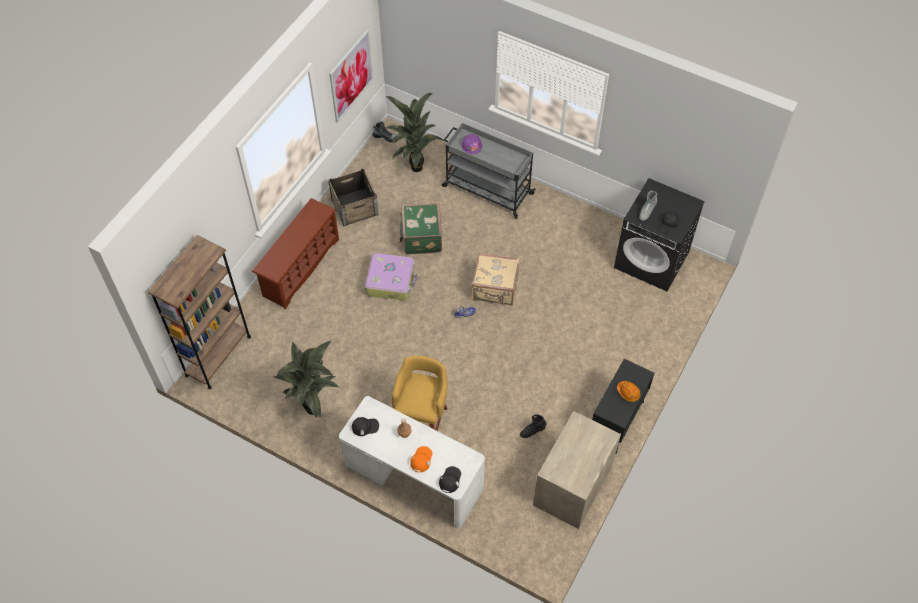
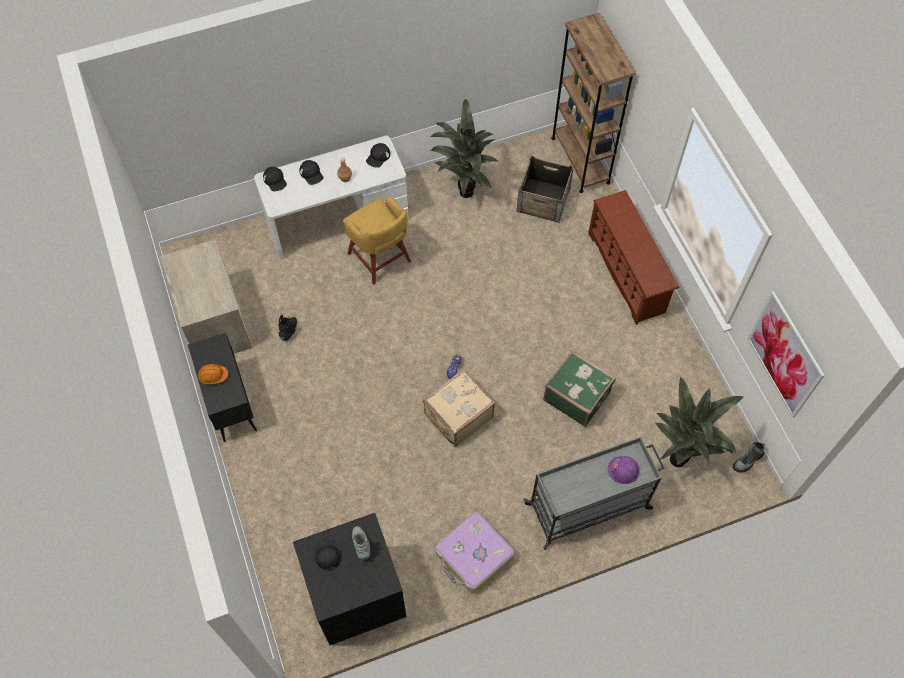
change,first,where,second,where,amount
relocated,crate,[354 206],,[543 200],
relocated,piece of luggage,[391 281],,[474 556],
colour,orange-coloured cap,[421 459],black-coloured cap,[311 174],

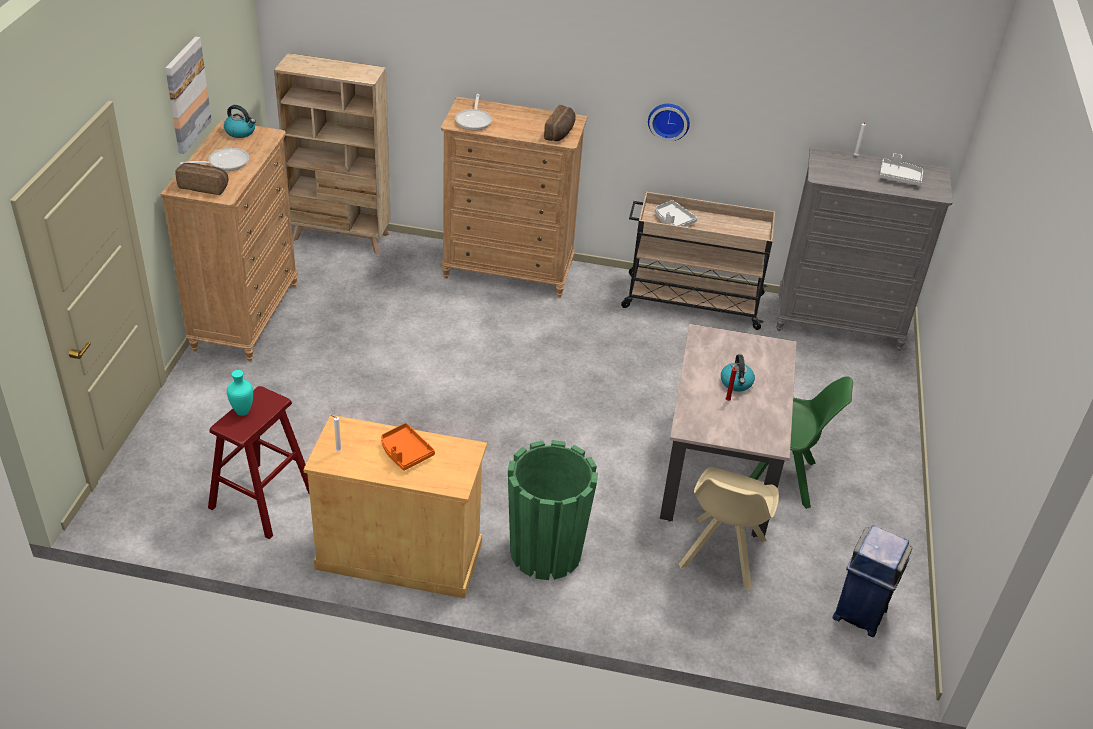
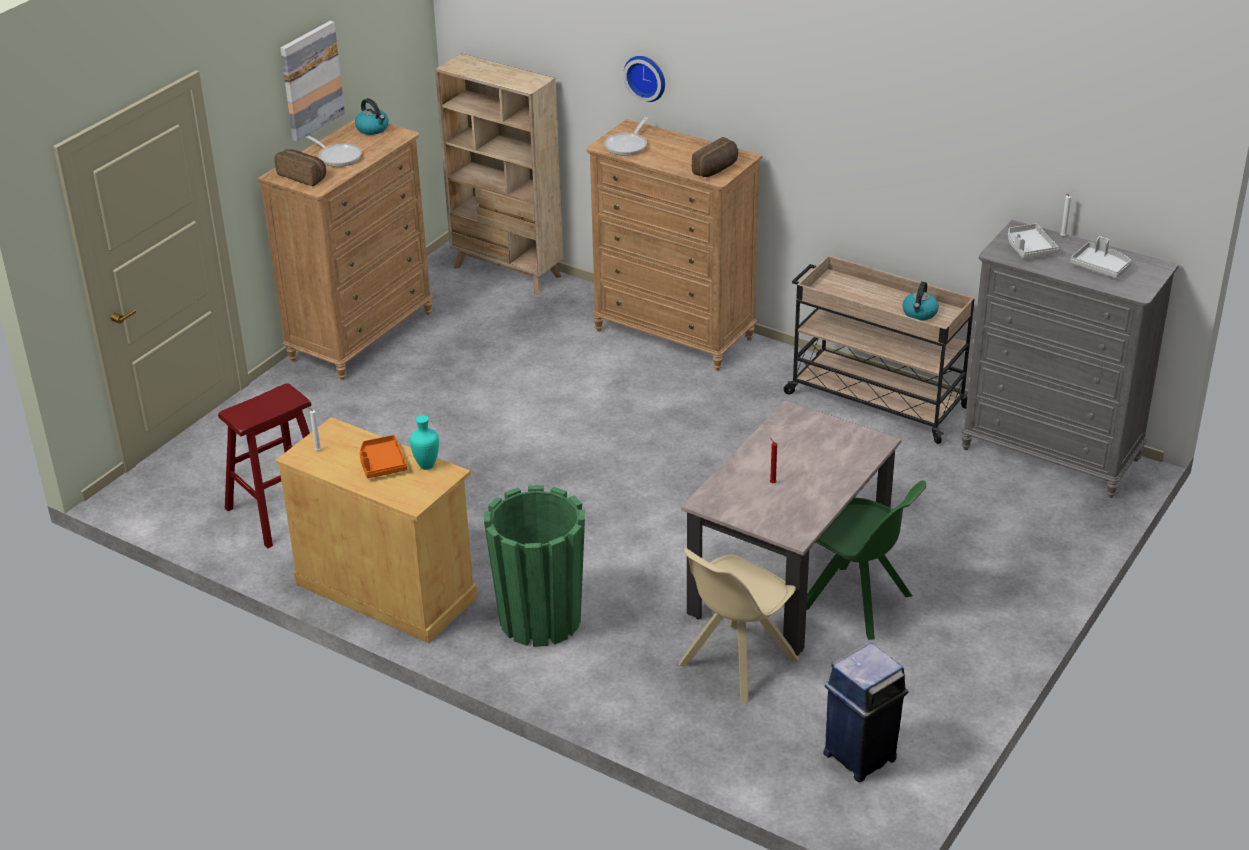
change,first,where,second,where,amount
relocated,turquoise-coloured decorative vase,[243 412],,[426 466],
relocated,hanging clock,[669 120],,[646 77],
relocated,greyish carrying tray,[673 220],,[1029 248],
relocated,tea kettle,[736 383],,[919 313],
spun,pan,[224 163],,[337 156],45 degrees clockwise

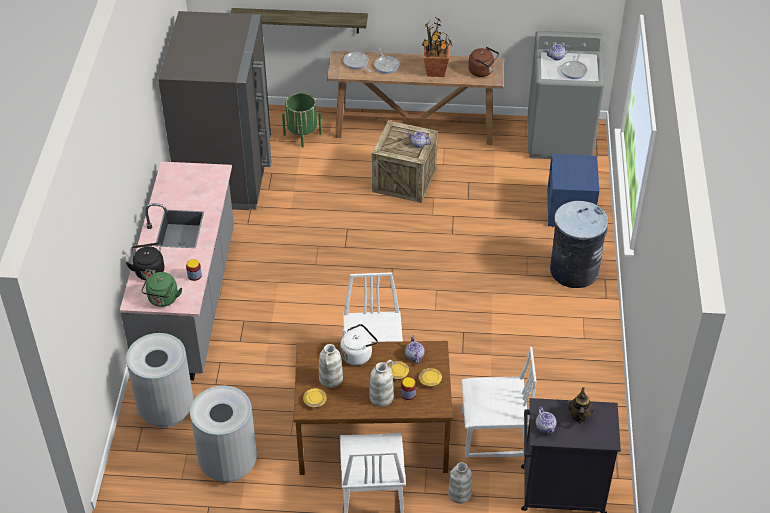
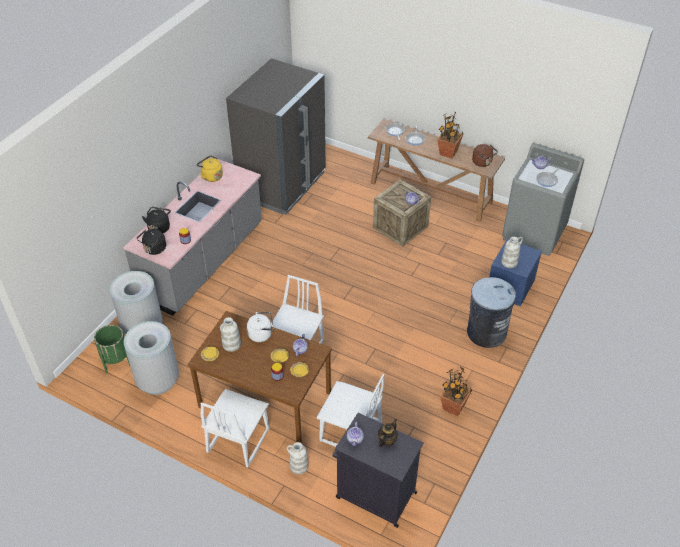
change,first,where,second,where,amount
missing,bracket shelf,[300 20],,,
appeared,,,yellow tea kettle,[211 176],
appeared,,,potted plant,[453 407],
relocated,green-coloured plant pot,[302 134],,[116 360],
relocated,white-coloured decorative vase,[381 396],,[509 262],
colour,green-coloured tea kettle,[163 300],black-coloured tea kettle,[154 250],

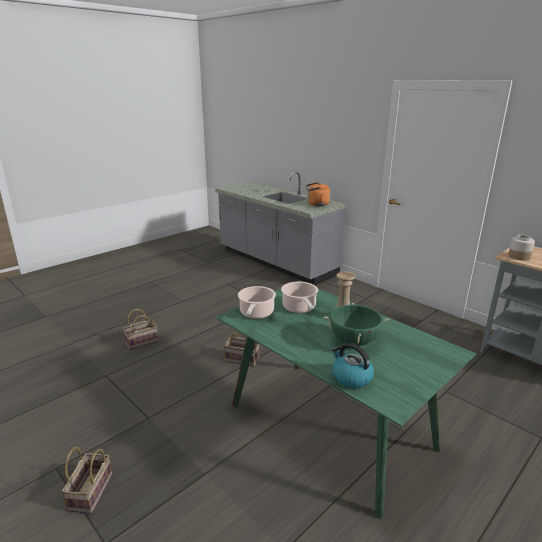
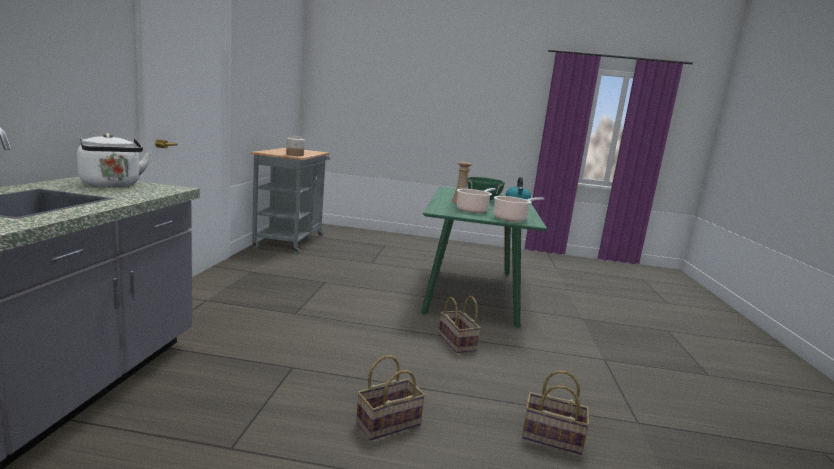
change,first,where,second,where,amount
relocated,household basket,[91 493],,[389 422],
colour,orange-coloured tea kettle,[316 204],white-coloured tea kettle,[112 185],

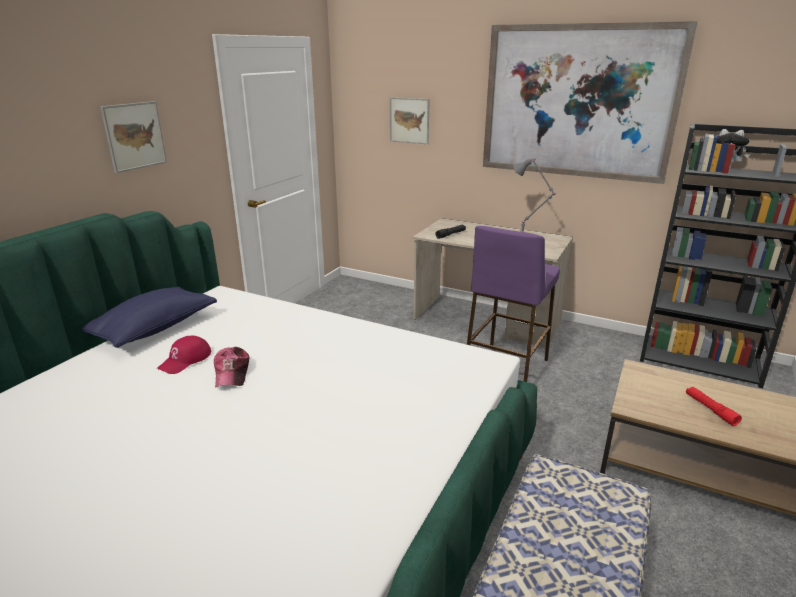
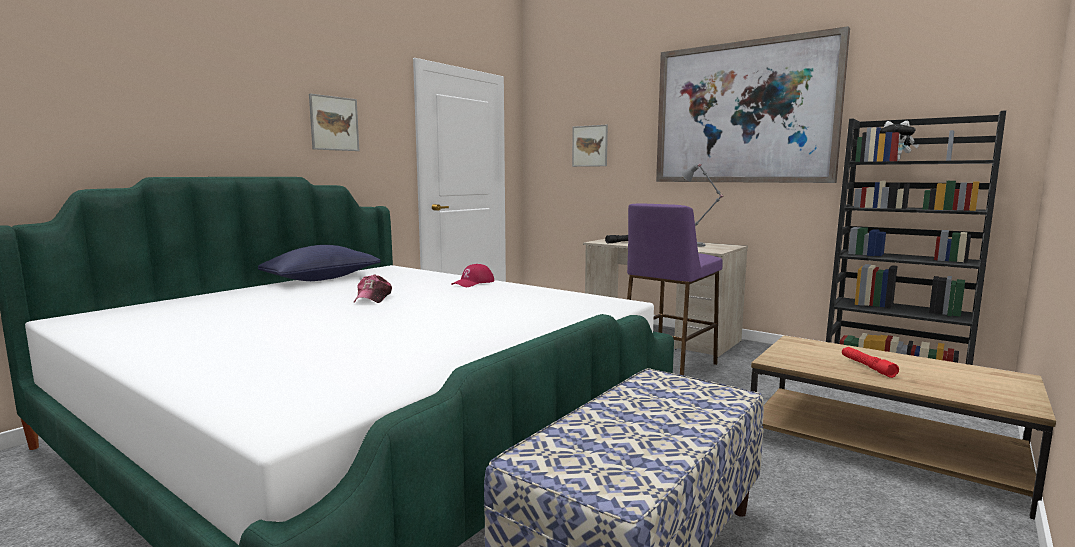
change,first,where,second,where,amount
relocated,red cap,[185 360],,[473 283],

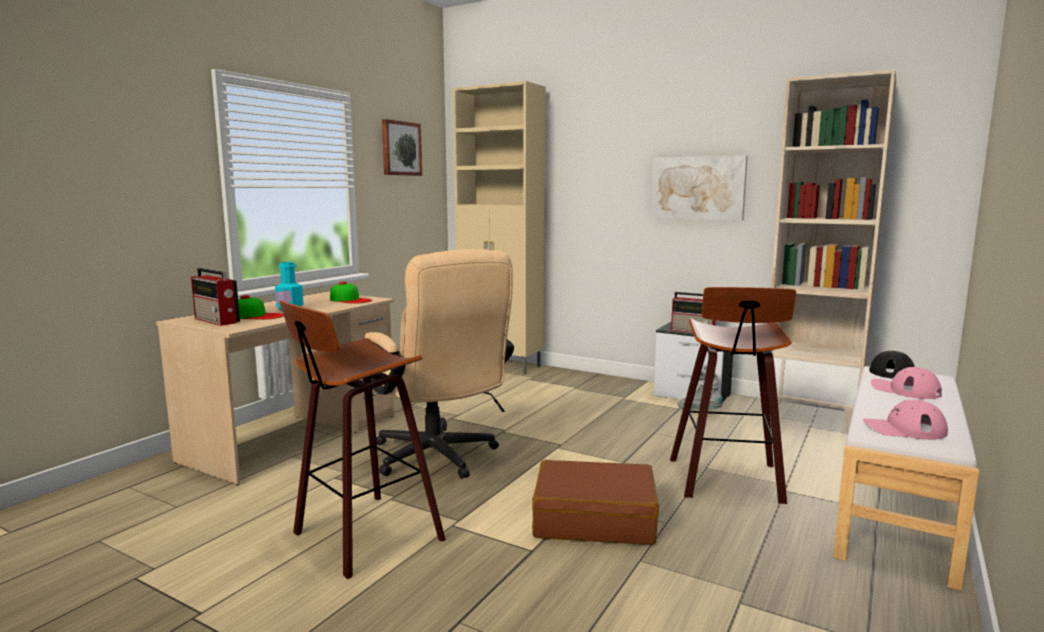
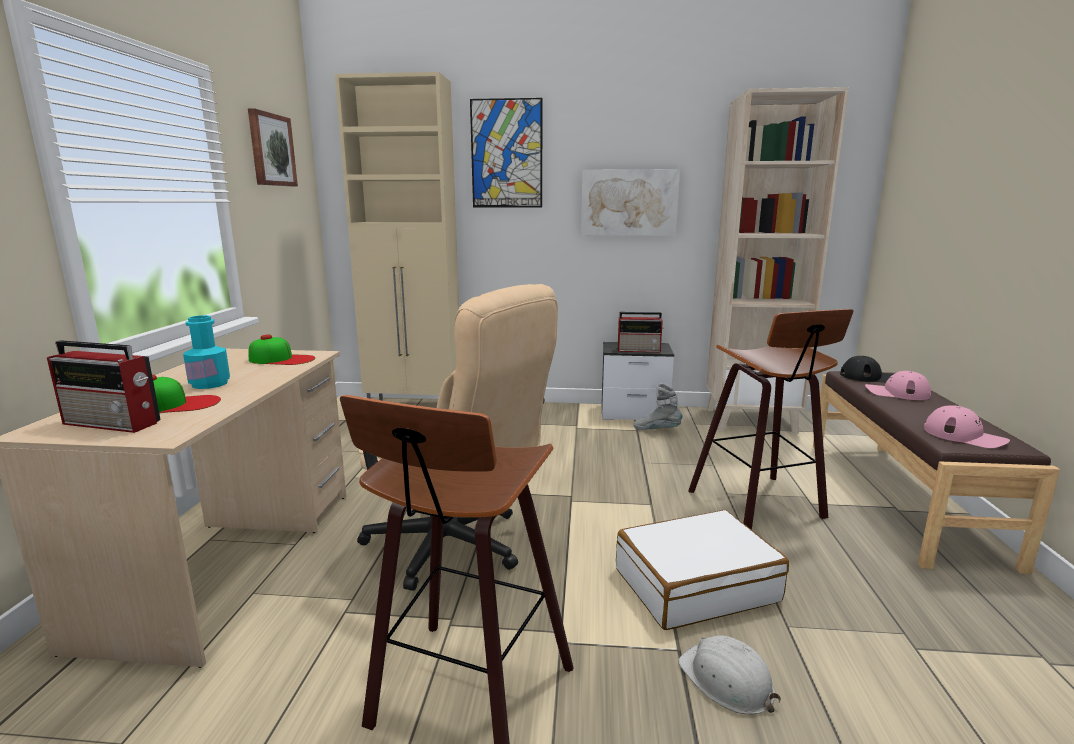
change,first,where,second,where,amount
appeared,,,wall art,[506 154],
appeared,,,white-coloured safety helmet,[726 681],
colour,brown-coloured piece of luggage,[594 519],white-coloured piece of luggage,[695 584],
colour,white-coloured indoor bench,[898 505],brown-coloured indoor bench,[901 497],
spun,pink-coloured cap,[904 429],,[964 436],120 degrees counterclockwise

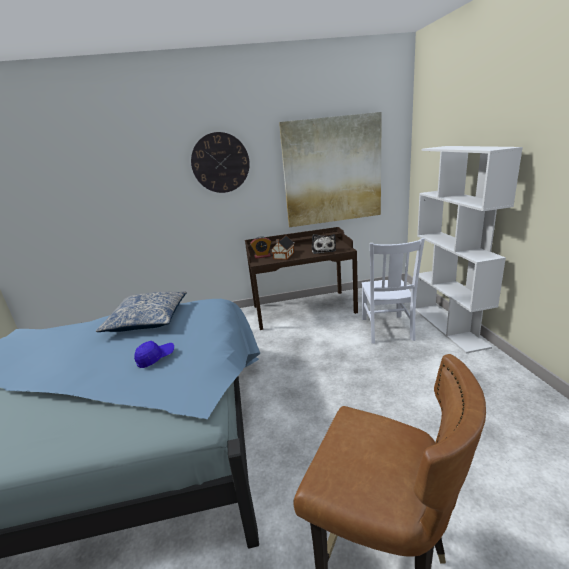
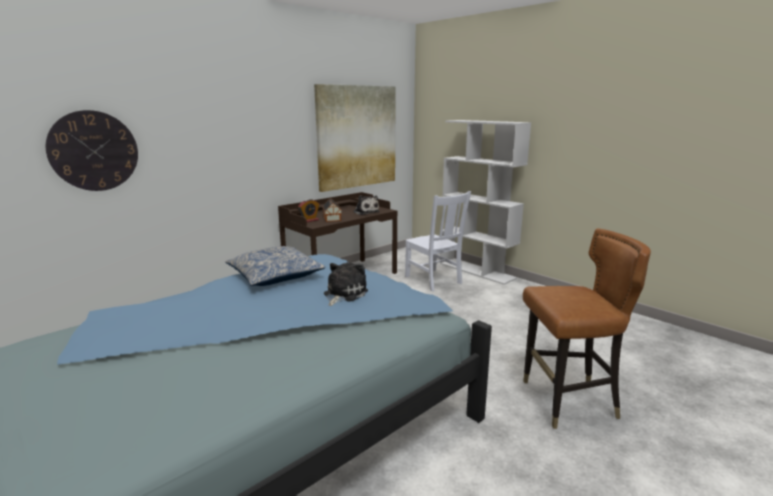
change,first,where,second,where,amount
relocated,hanging clock,[220 163],,[94 151],
exchanged,bluish cap,[156 358],soft toy,[343 294],

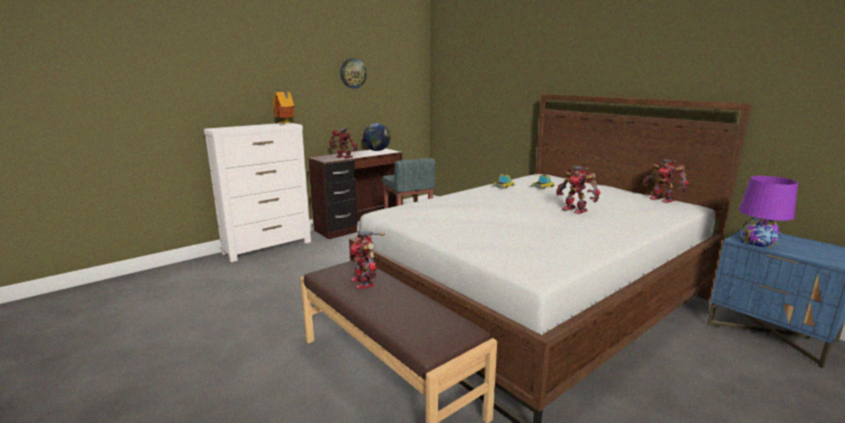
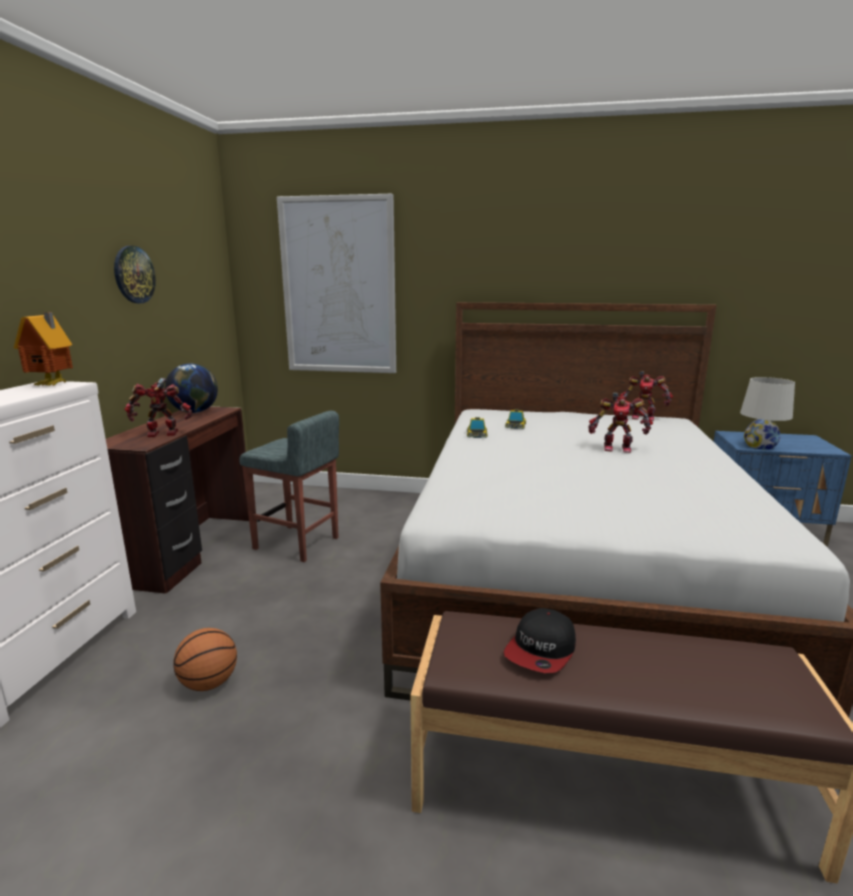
change,first,where,second,where,amount
appeared,,,ball for basketball,[209 683],
appeared,,,wall art,[339 287],
exchanged,robot figure,[364 282],cap,[541 650],
colour,purplish table lamp,[758 243],white-coloured table lamp,[759 446],

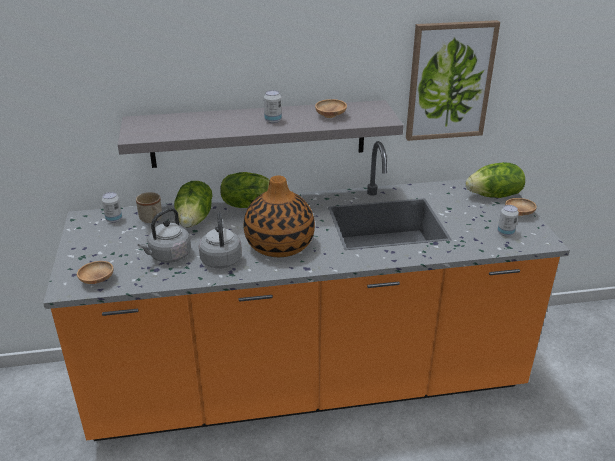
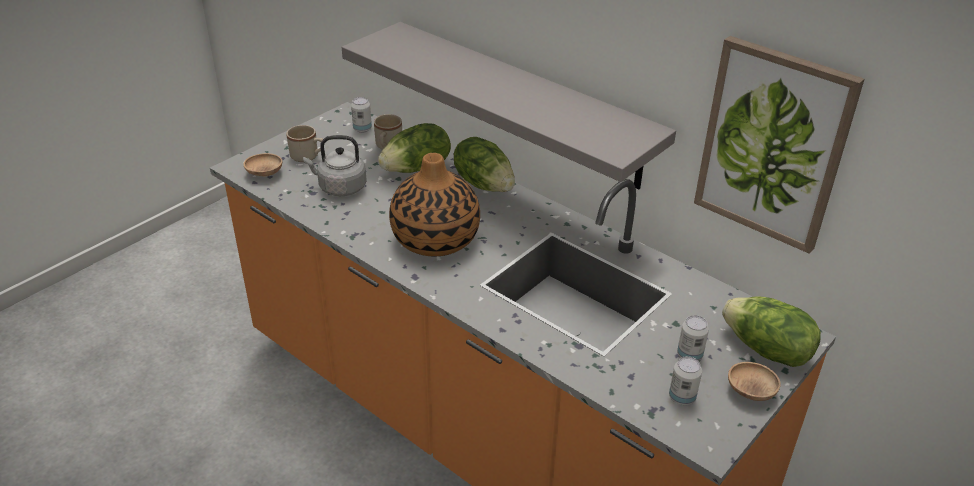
change,first,where,second,where,amount
missing,greyish tea kettle,[221 259],,,
missing,brown-coloured deep dish,[330 116],,,
appeared,,,beige tea mug,[308 157],
relocated,can,[273 121],,[689 355],

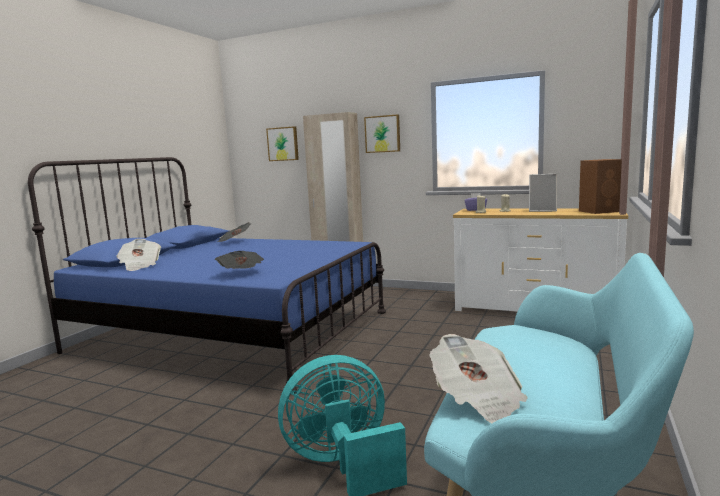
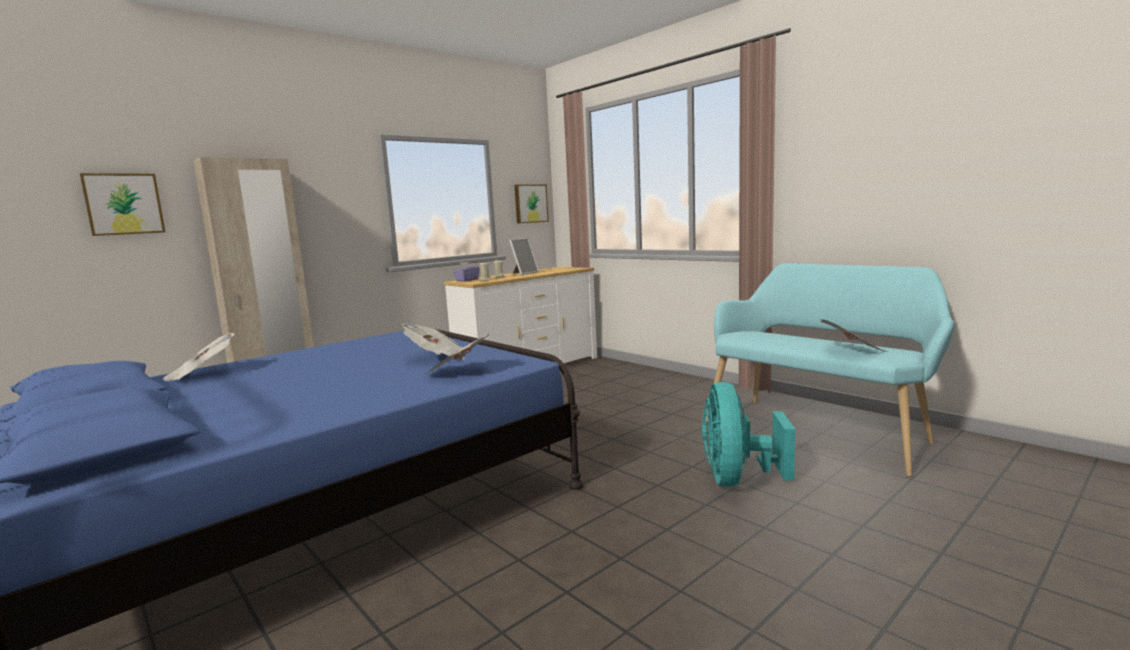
change,first,where,second,where,amount
missing,brown-coloured loudspeaker,[600 211],,,
relocated,daily paper,[140 266],,[437 358],
relocated,wall art,[383 134],,[530 203],

